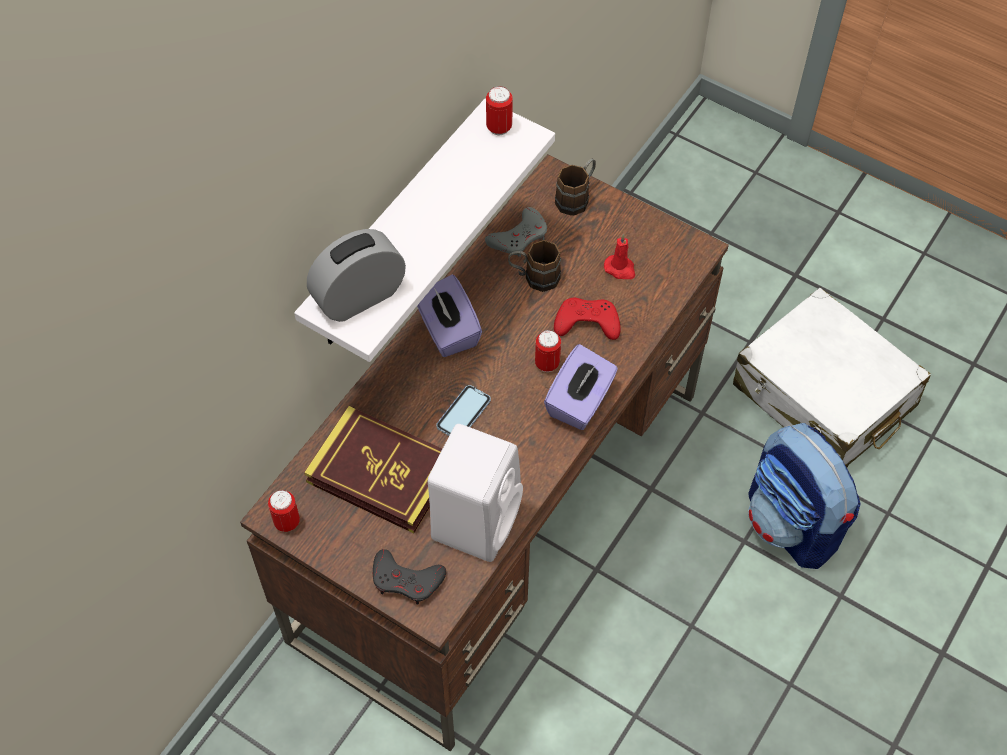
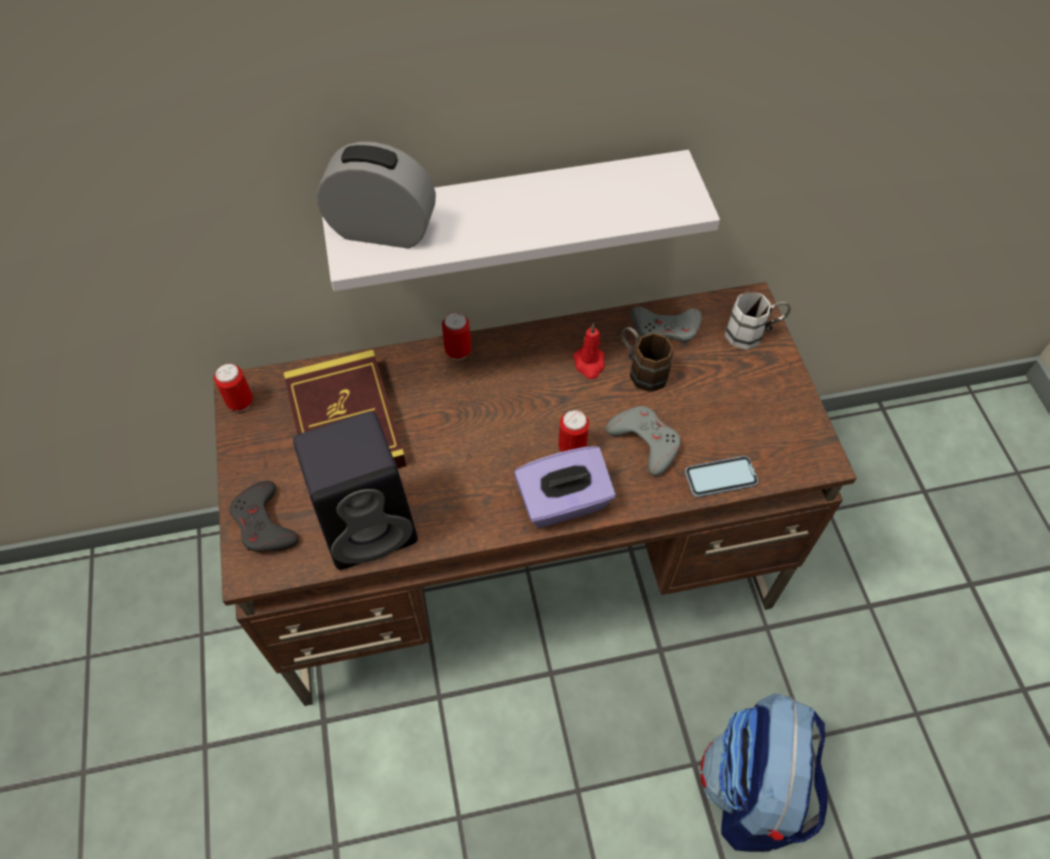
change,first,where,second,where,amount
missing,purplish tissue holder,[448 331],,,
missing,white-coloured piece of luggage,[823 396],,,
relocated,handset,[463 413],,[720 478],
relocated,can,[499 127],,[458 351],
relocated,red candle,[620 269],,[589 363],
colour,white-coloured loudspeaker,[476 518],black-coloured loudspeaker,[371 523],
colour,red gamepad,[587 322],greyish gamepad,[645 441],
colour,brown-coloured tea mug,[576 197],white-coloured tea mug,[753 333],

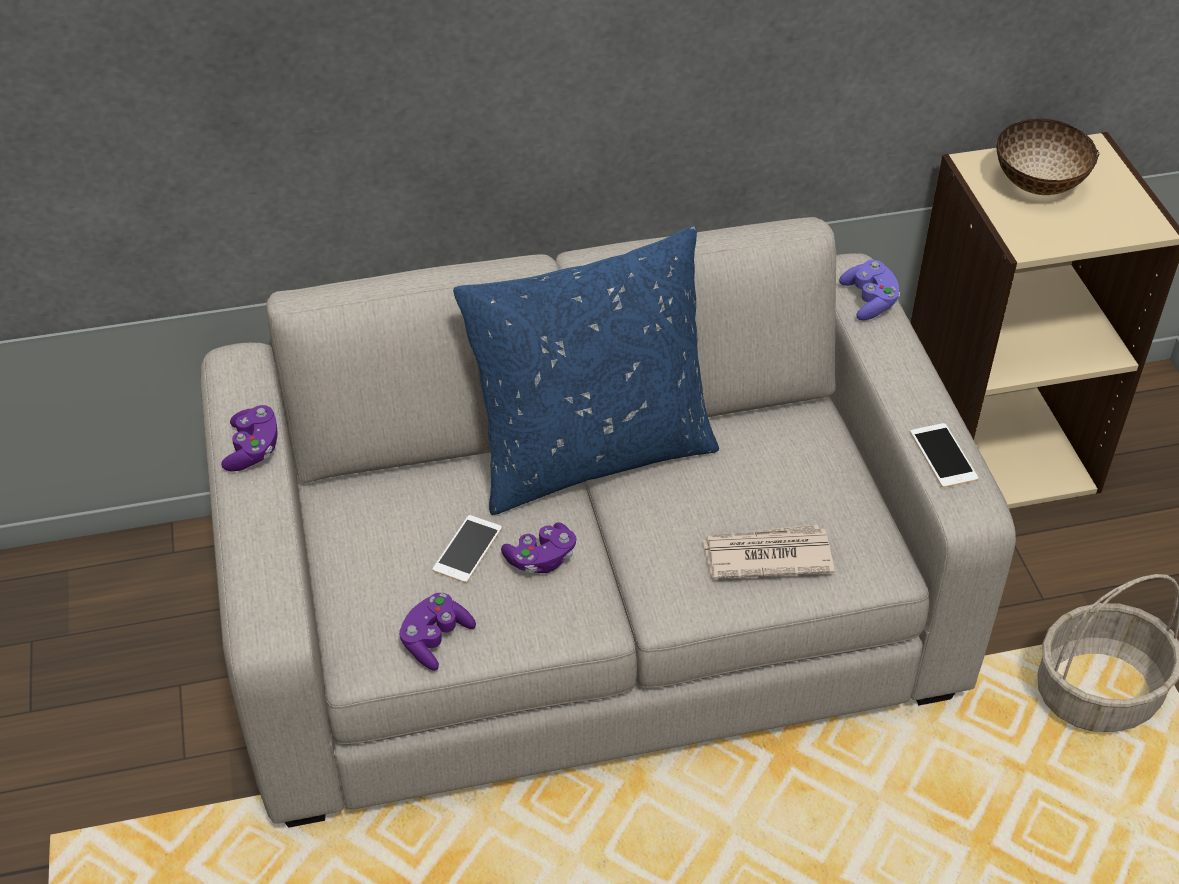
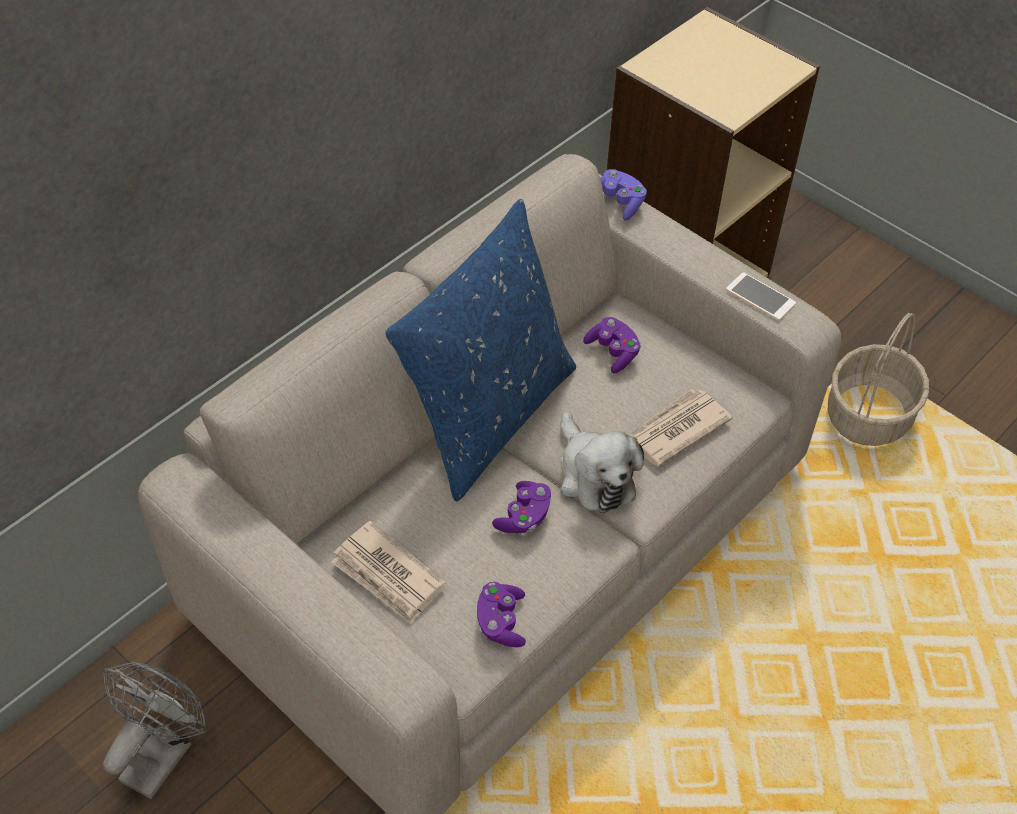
change,first,where,second,where,amount
missing,handset,[467 549],,,
missing,deep dish,[1037 185],,,
appeared,,,greyish cooling fan,[162 753],
appeared,,,daily paper,[388 576],
appeared,,,soft toy,[594 475],
relocated,purplish gamepad,[253 450],,[613 352],

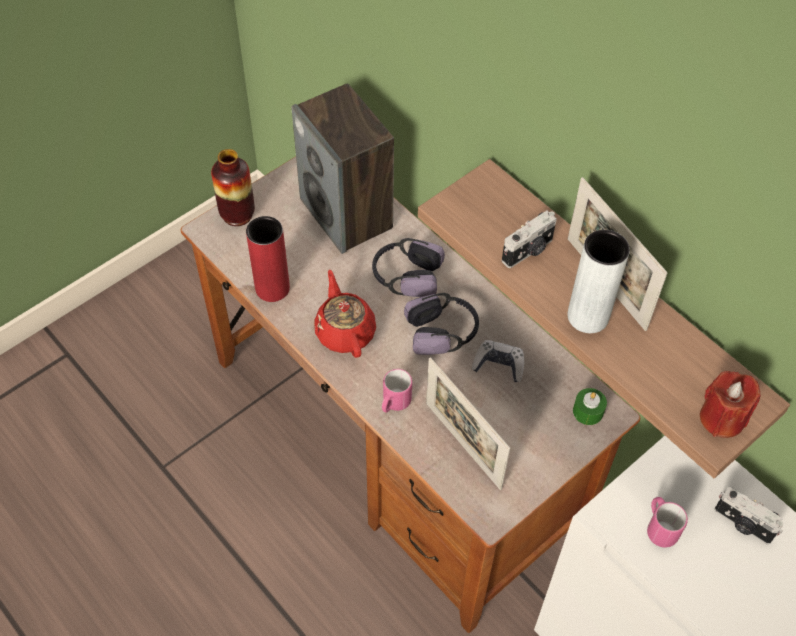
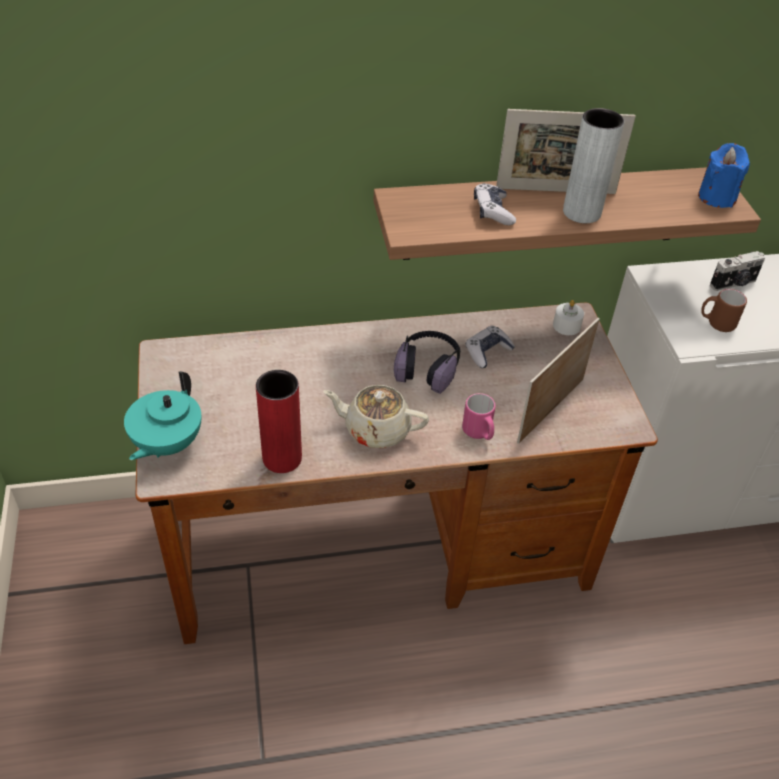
change,first,where,second,where,amount
missing,loudspeaker,[347 214],,,
missing,pair of headphones,[406 276],,,
exchanged,decorative vase,[237 214],turquoise-coloured tea pot,[166 444],
exchanged,still camera,[528 251],gamepad,[492 211],
colour,red tea pot,[345 331],beige tea pot,[376 429],
colour,green-coloured candle,[588 411],white-coloured candle,[566 325],
colour,pink-coloured tea mug,[659 528],brown-coloured tea mug,[716 323],
colour,red candle,[722 418],bluish candle,[717 197],
spun,photo frame,[463 445],,[551 410],135 degrees clockwise

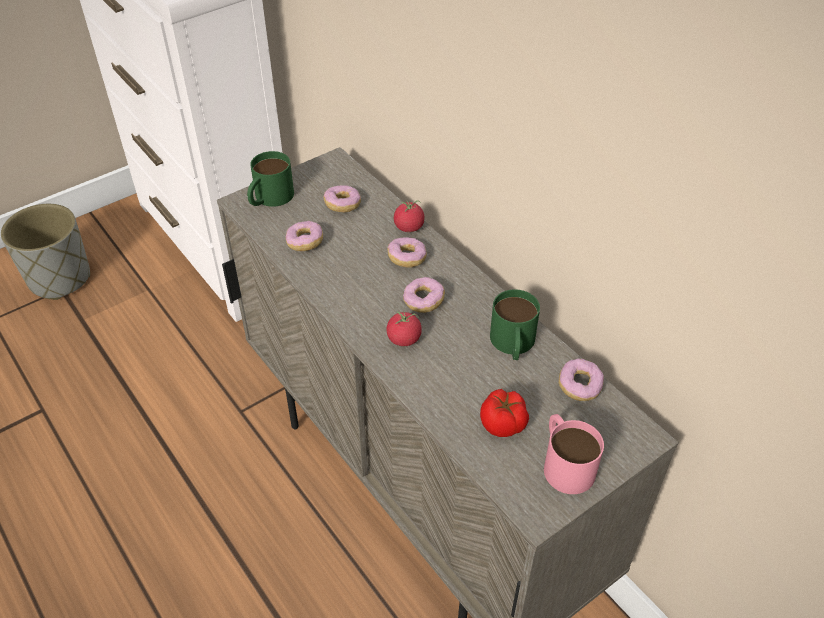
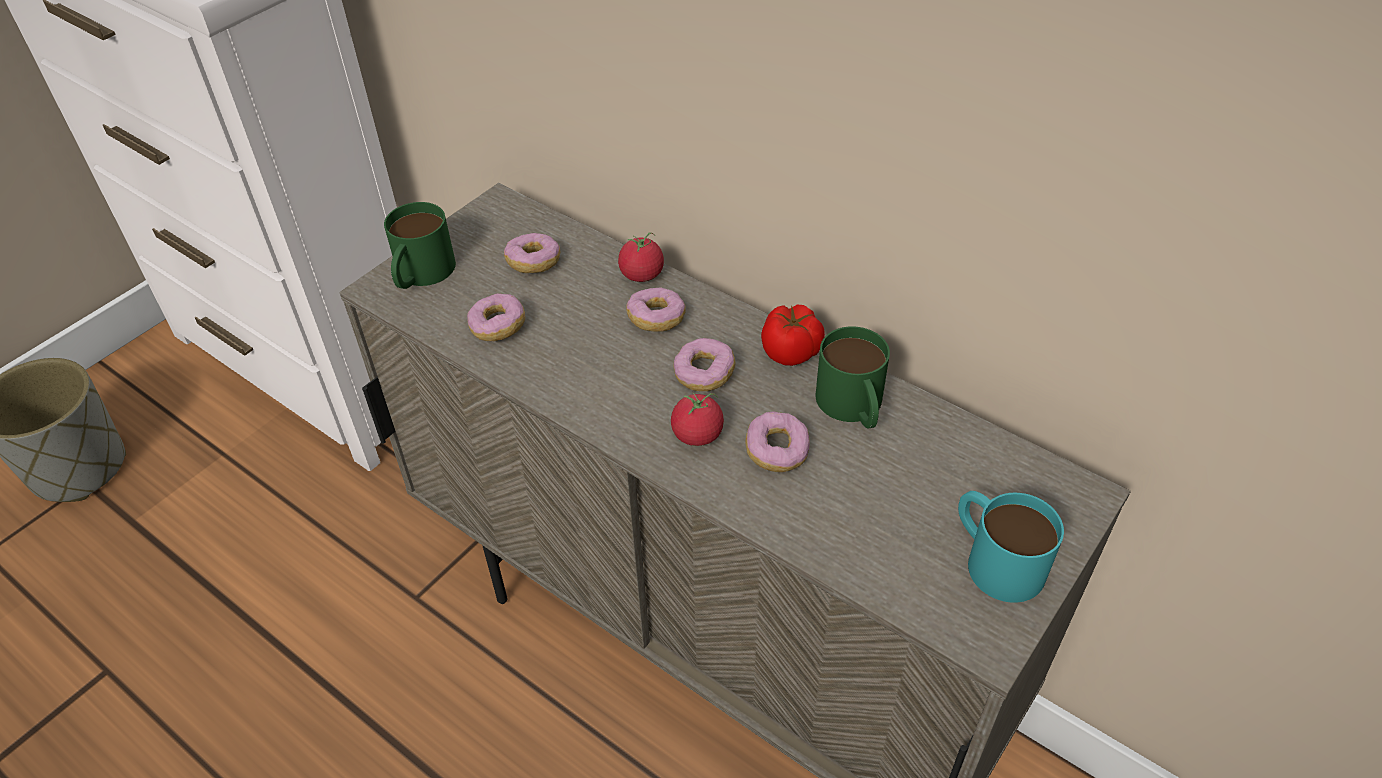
change,first,where,second,where,amount
relocated,tomato,[503 425],,[792 352],
relocated,ring doughnut,[579 386],,[777 452],
colour,pink-coloured tea mug,[564 462],turquoise-coloured tea mug,[994 558],

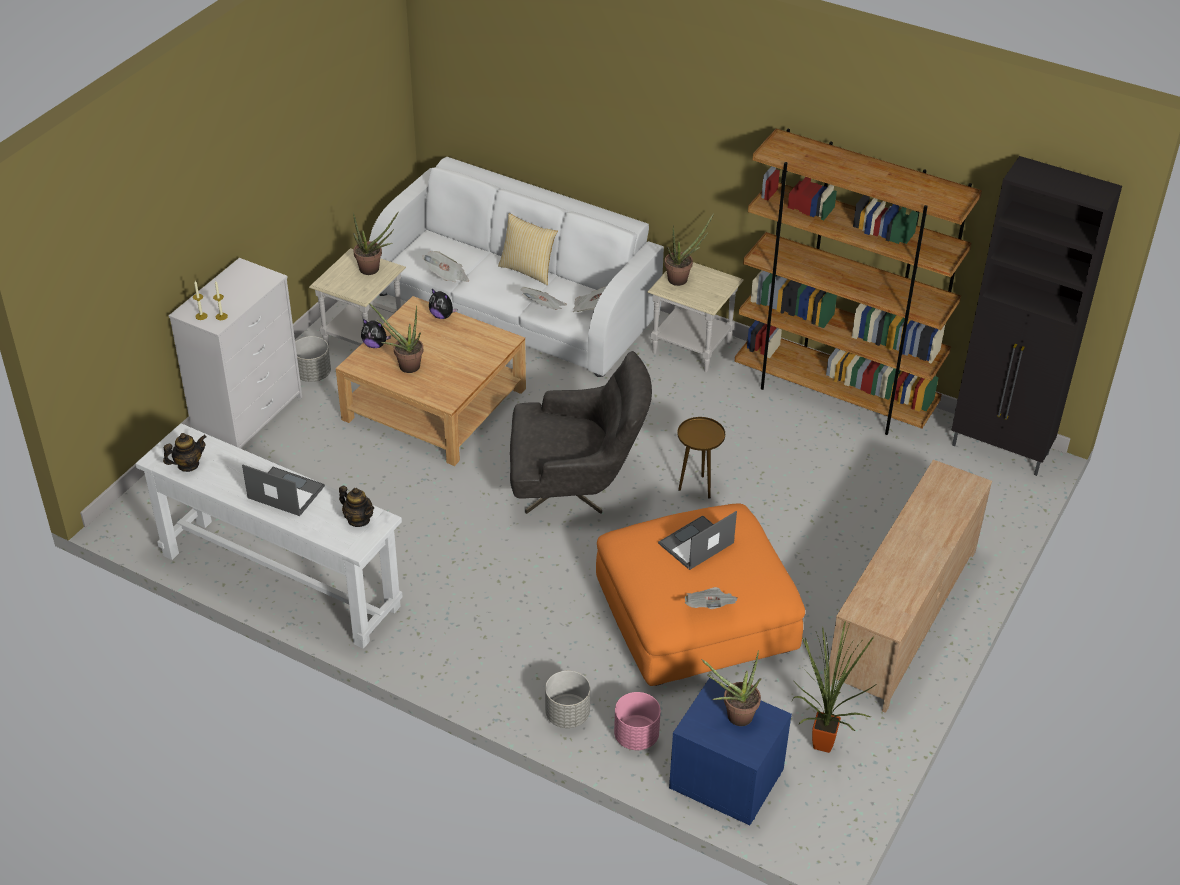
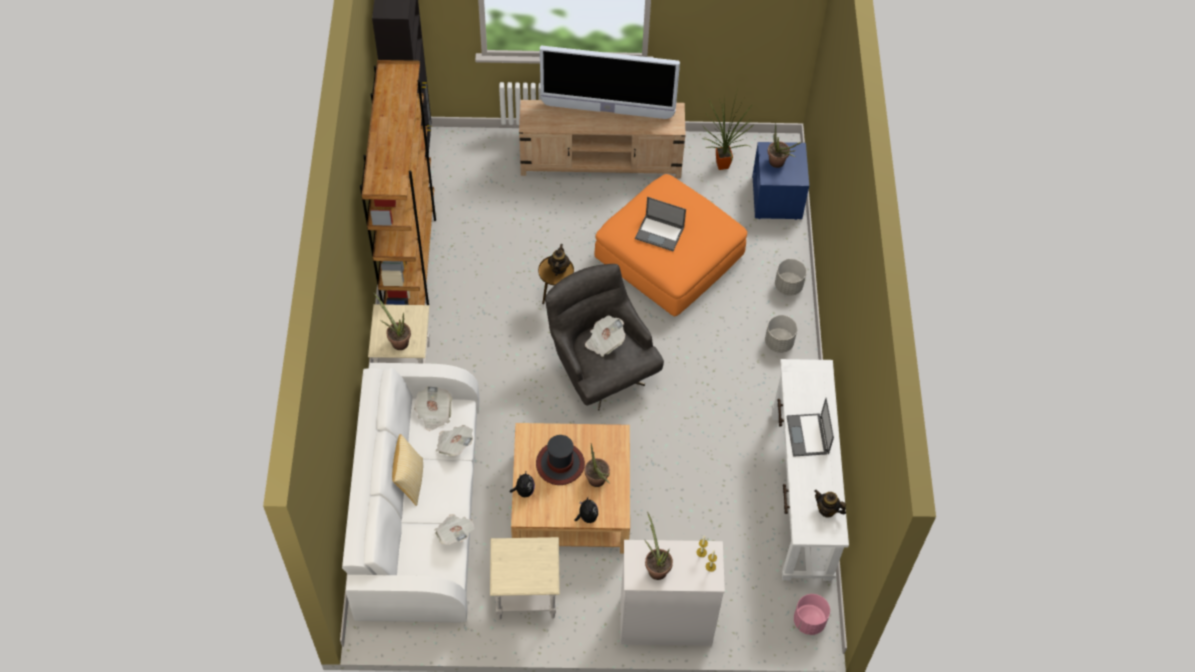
change,first,where,second,where,amount
appeared,,,clothing hat,[560 464],
appeared,,,TV,[607 111],
relocated,greyish plant pot,[312 374],,[779 342],
relocated,tea pot,[358 520],,[558 268],
relocated,potted plant,[374 269],,[656 567],
relocated,pink-coloured plant pot,[636 736],,[809 621],
relocated,daily paper,[709 608],,[604 341],

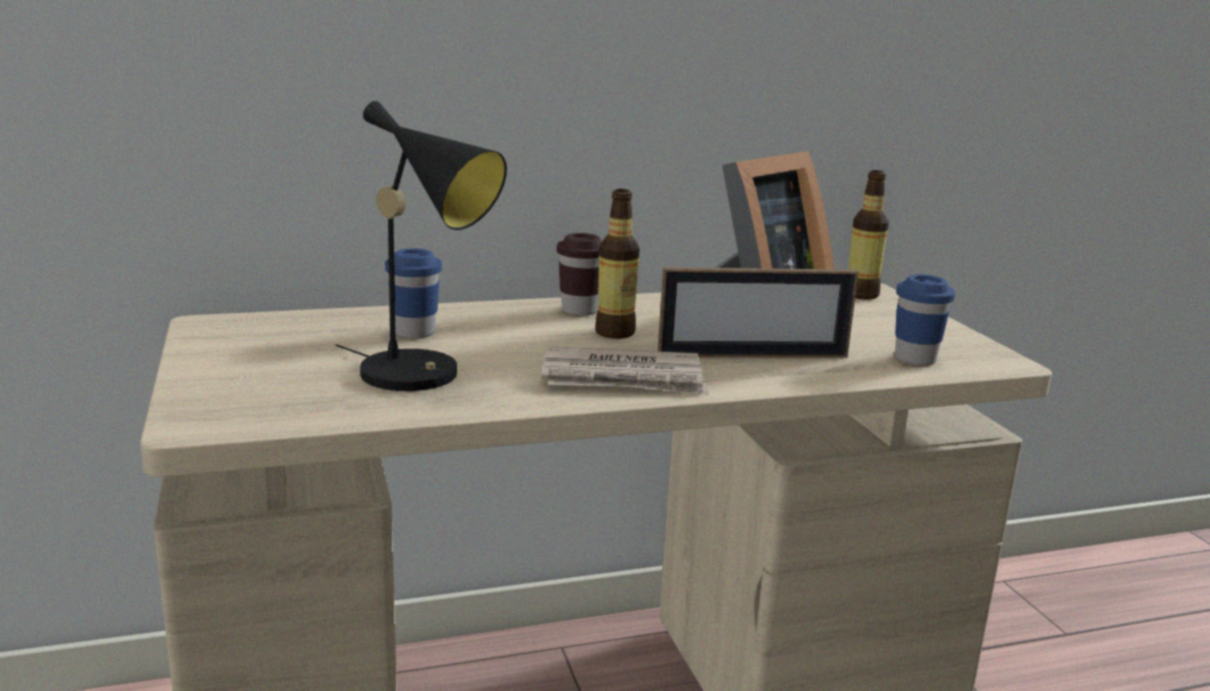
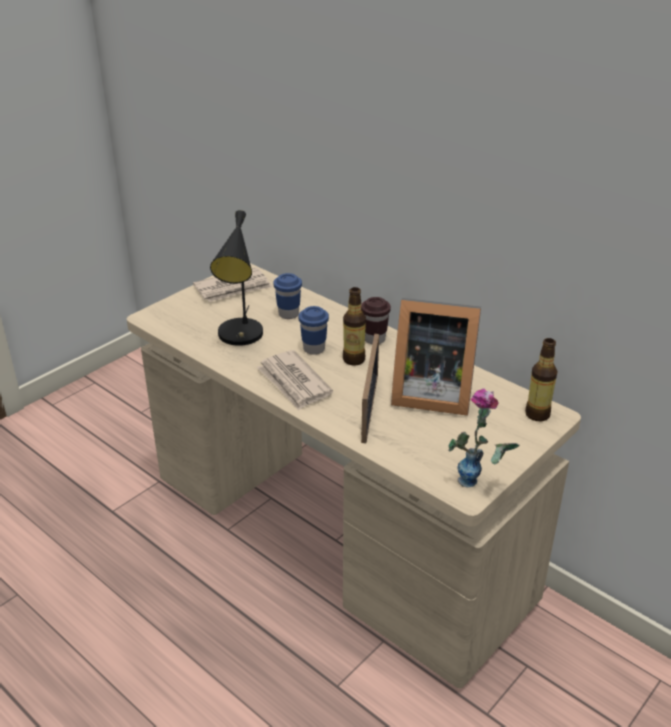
change,first,where,second,where,amount
appeared,,,daily paper,[233 288],
appeared,,,decorative vase,[479 487],
relocated,bluish small cup,[915 359],,[314 349],
spun,photo frame,[753 355],,[369 407],135 degrees counterclockwise

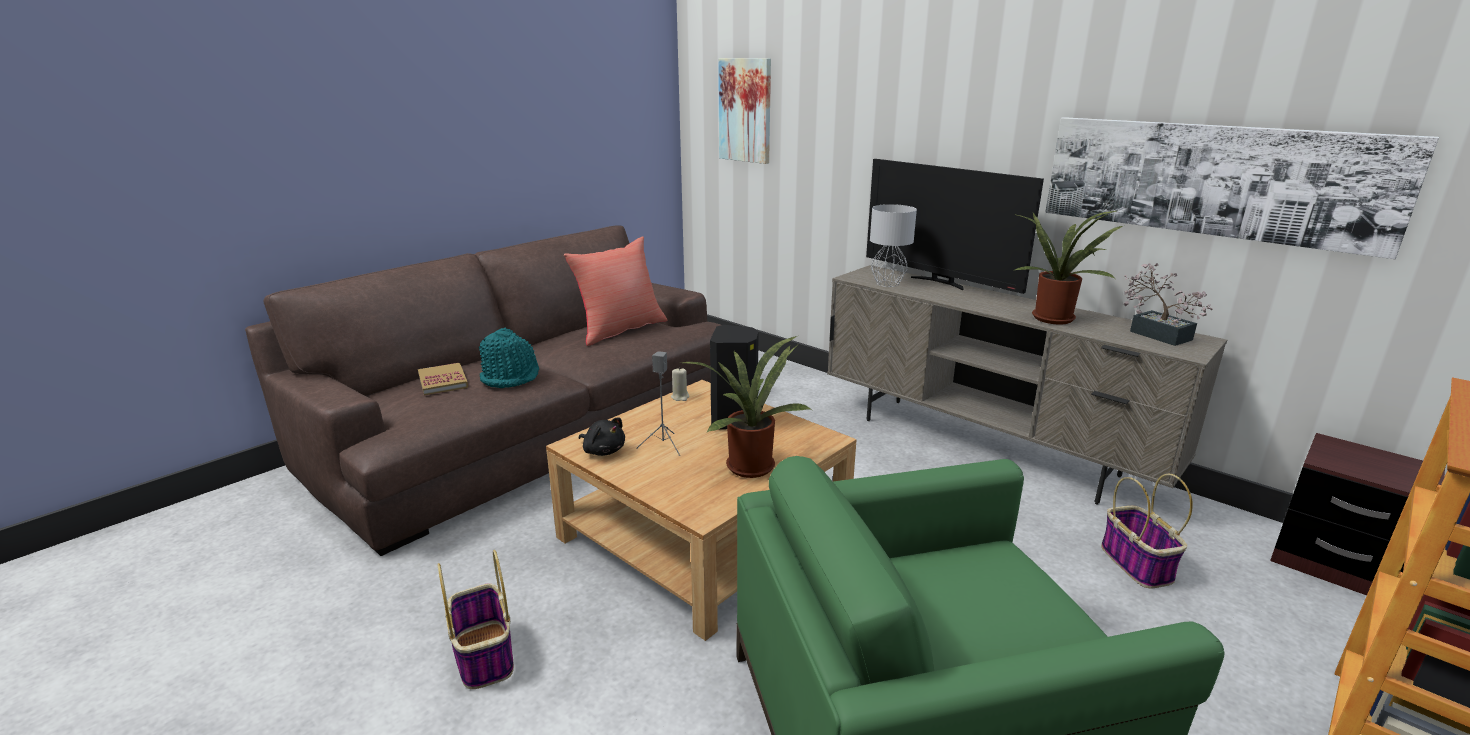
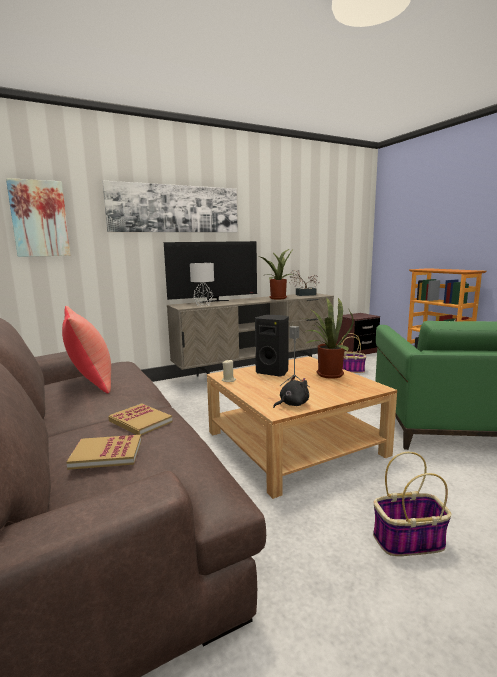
change,first,where,second,where,amount
relocated,wall art,[1212 180],,[175 209],
exchanged,turquoise-coloured clothing hat,[511 377],bound book,[140 421],

